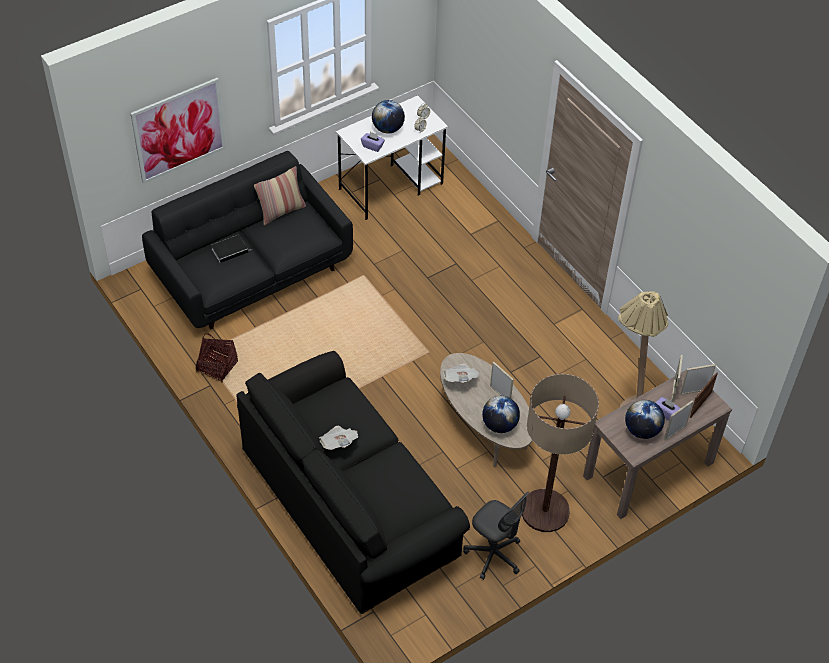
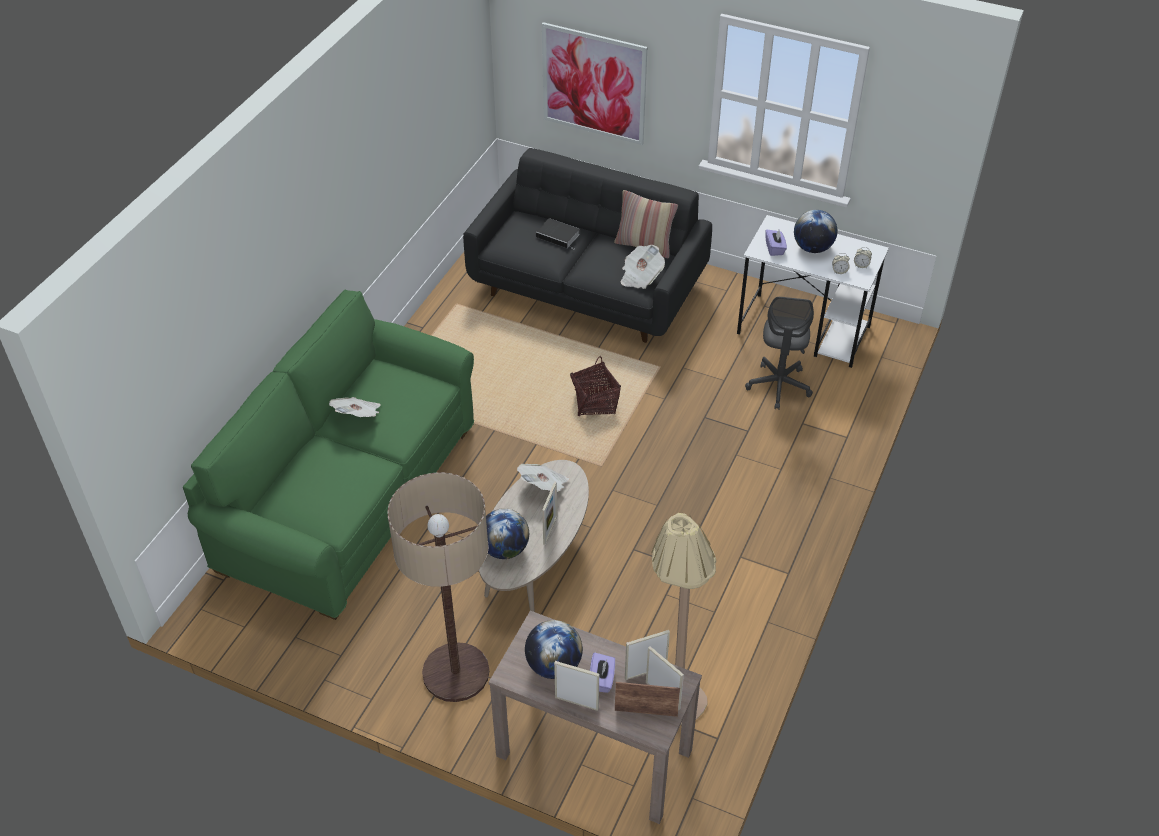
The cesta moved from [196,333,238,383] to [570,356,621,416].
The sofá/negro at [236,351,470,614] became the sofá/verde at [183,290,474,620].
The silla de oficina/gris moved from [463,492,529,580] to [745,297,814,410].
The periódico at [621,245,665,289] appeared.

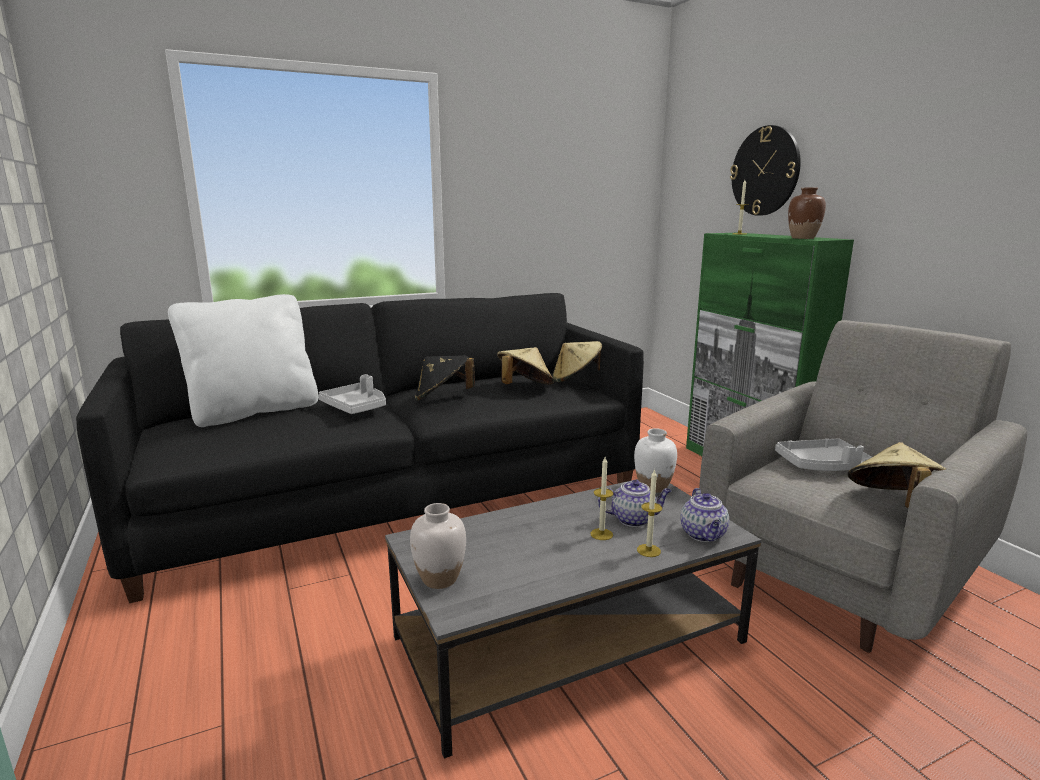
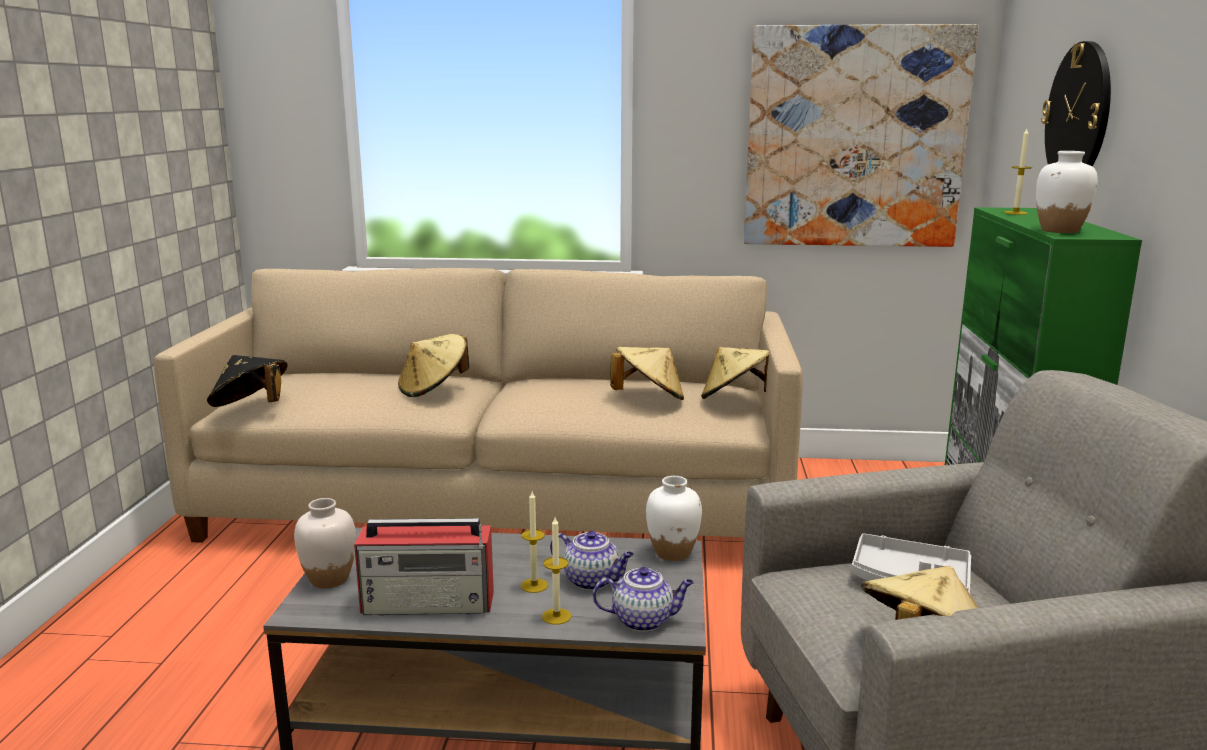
The florero/marrón at [788,188,826,239] became the florero/blanco at [1036,151,1098,233].
The sofá/negro at [76,293,644,603] became the sofá/beis at [154,268,803,543].
The cojín/blanco at [168,294,319,427] disappeared.
The sombrero/negro moved from [415,355,475,401] to [207,355,288,407].
The bandeja/gris at [318,374,386,414] was replaced by the sombrero/beis at [398,334,469,397].
The tetera at [680,488,729,542] turned 120 degrees counterclockwise.
The cuadro at [744,24,979,247] appeared.
The radio at [354,518,494,616] appeared.

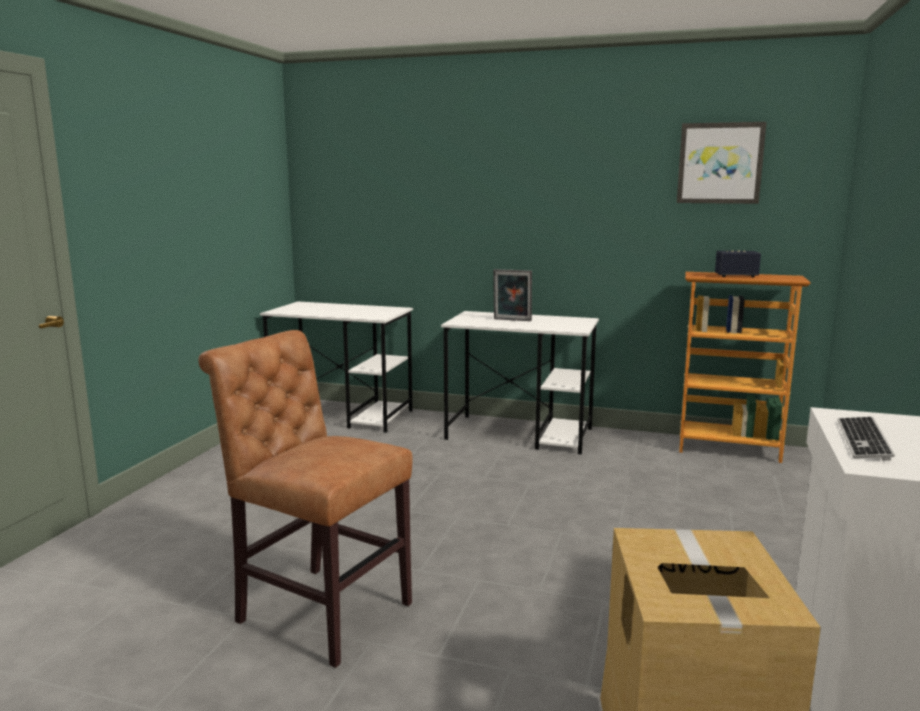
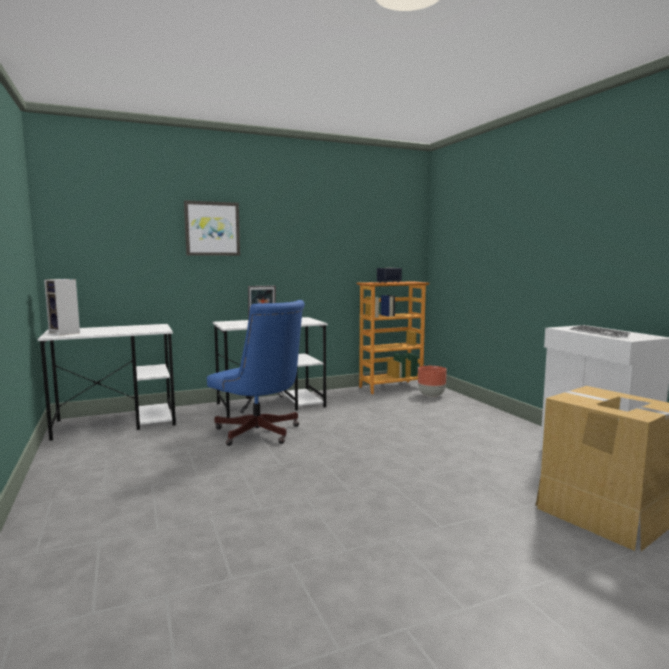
The cuadro moved from [677,122,767,204] to [184,200,240,256].
The silla/marrón at [198,330,413,668] disappeared.
The altavoz at [44,279,80,336] appeared.
The silla de oficina/azul at [207,300,305,446] appeared.
The maceta/marrón at [418,366,447,397] appeared.

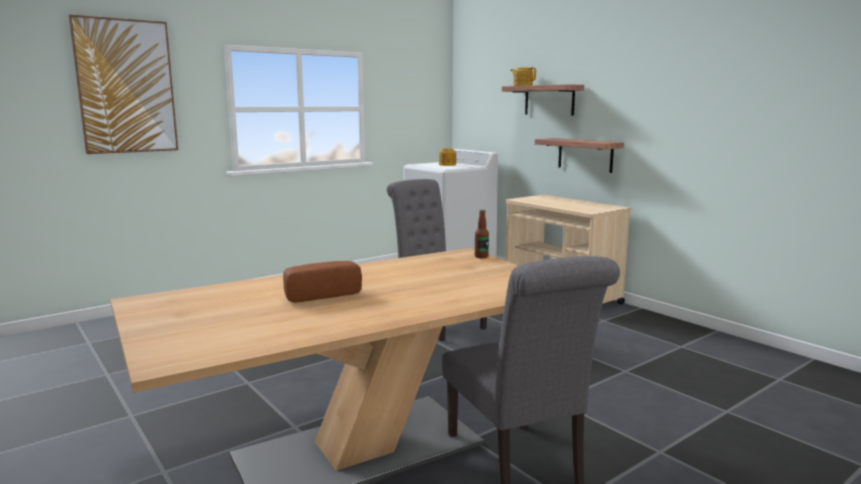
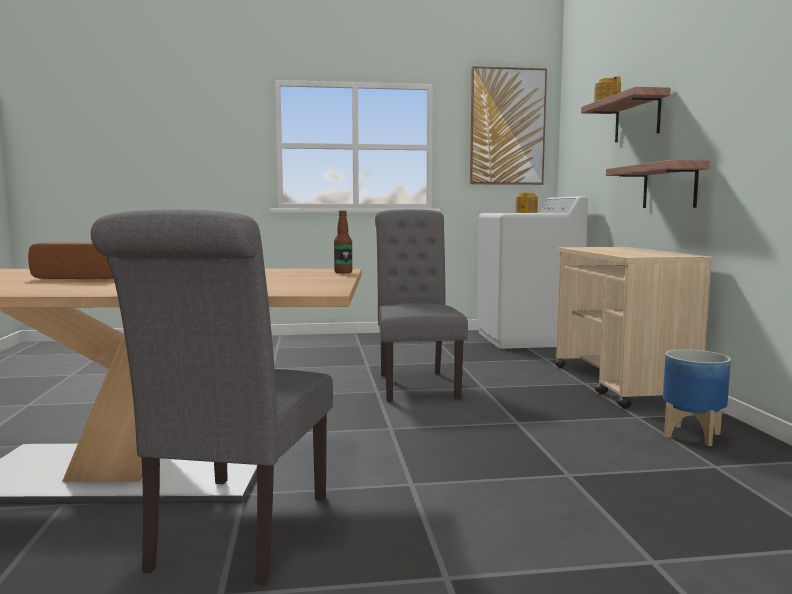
The cuadro moved from [69,15,178,154] to [470,66,547,185].
The maceta at [663,349,731,446] appeared.

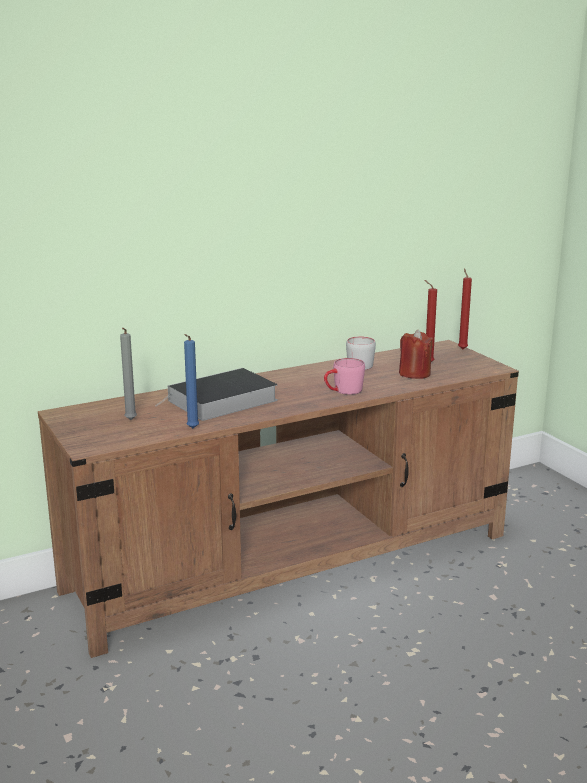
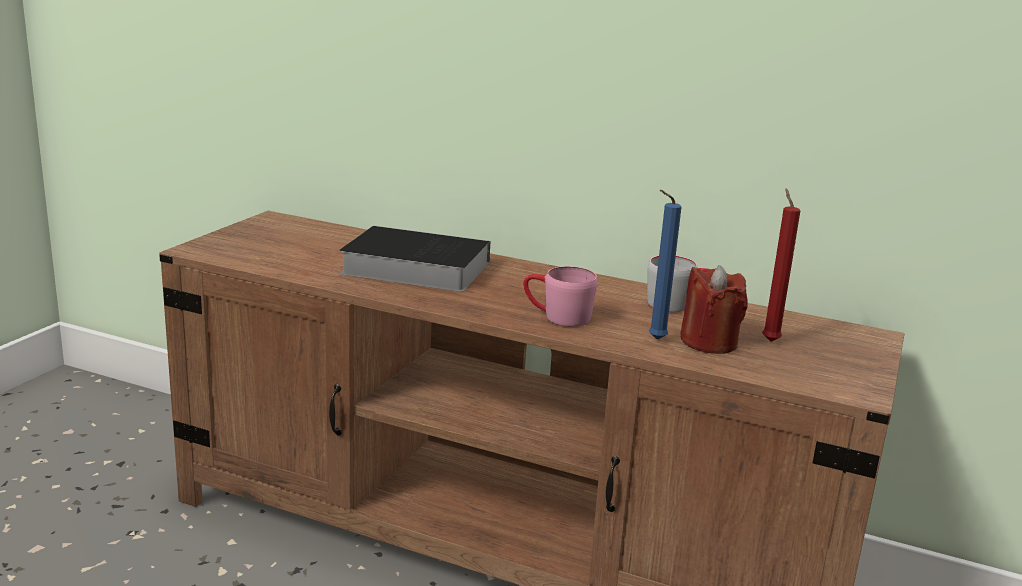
The vela/rojo at [458,268,472,349] disappeared.
The vela/gris at [120,328,137,420] disappeared.
The vela/azul moved from [184,334,199,428] to [649,190,681,340].

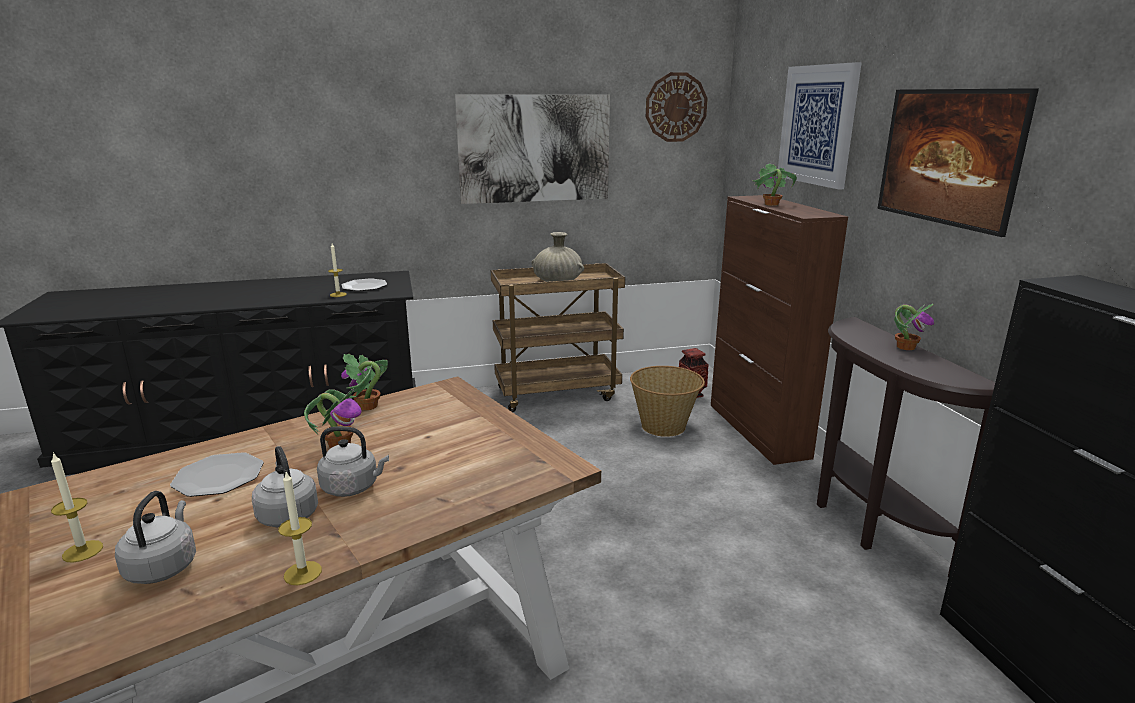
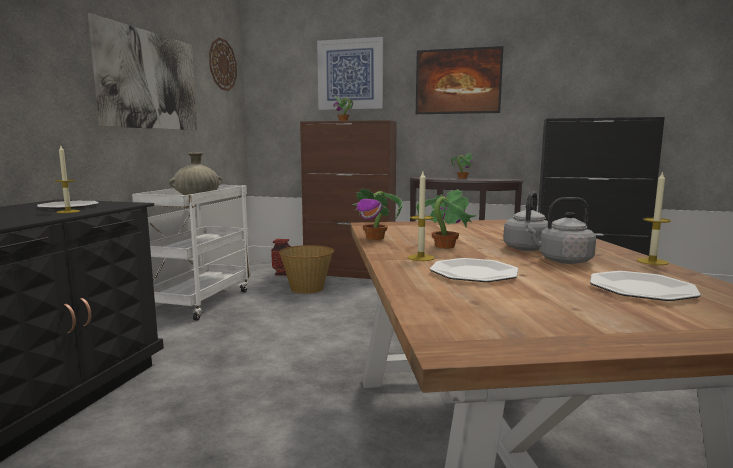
The carrito/marrón at [491,263,625,412] became the carrito/blanco at [132,185,251,321].
The vela moved from [51,452,103,563] to [408,172,434,261].
The hervidor/gris at [115,491,196,584] was replaced by the plato at [590,271,701,301].

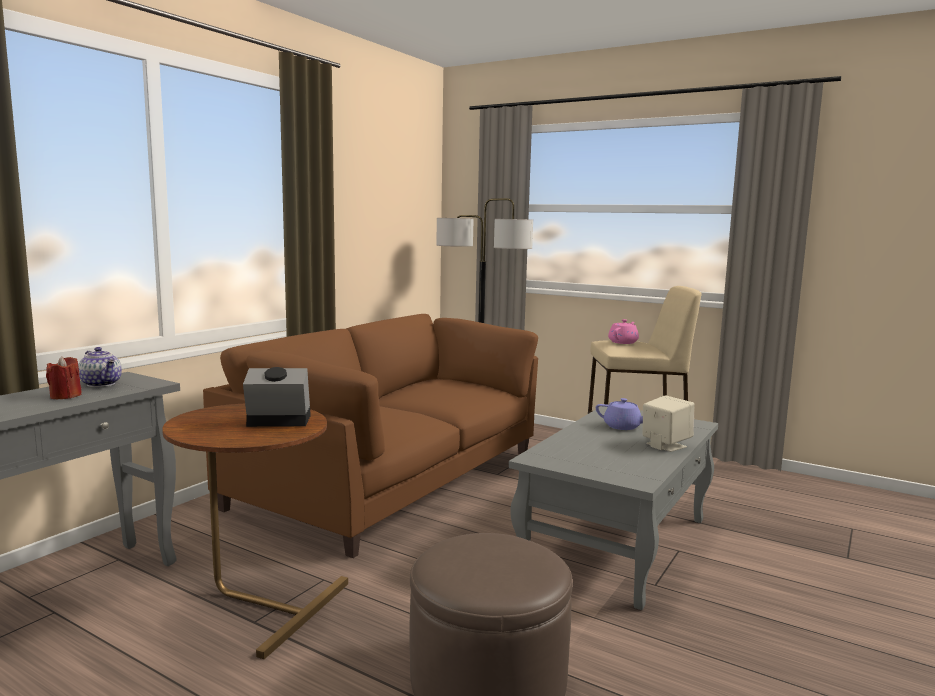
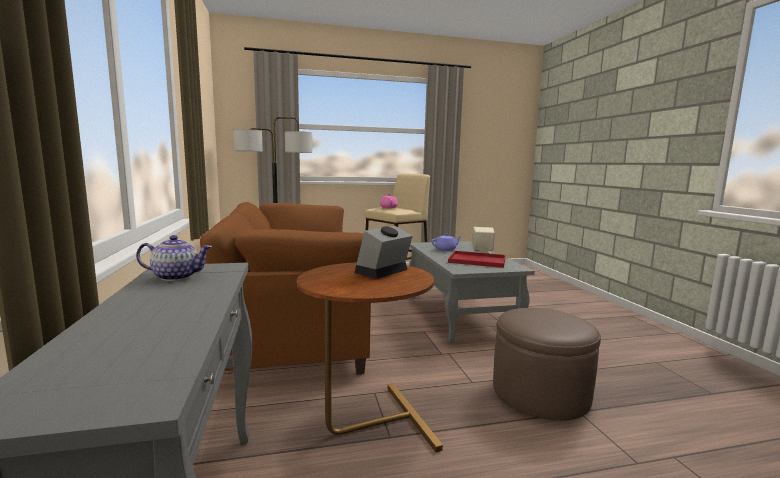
The vela/rojo at [46,356,82,399] disappeared.
The bandeja/rojo at [448,251,506,268] appeared.

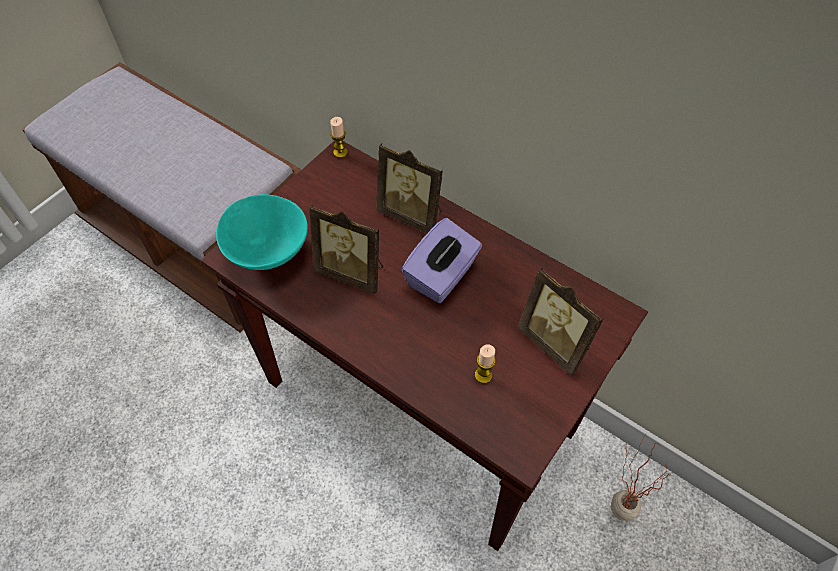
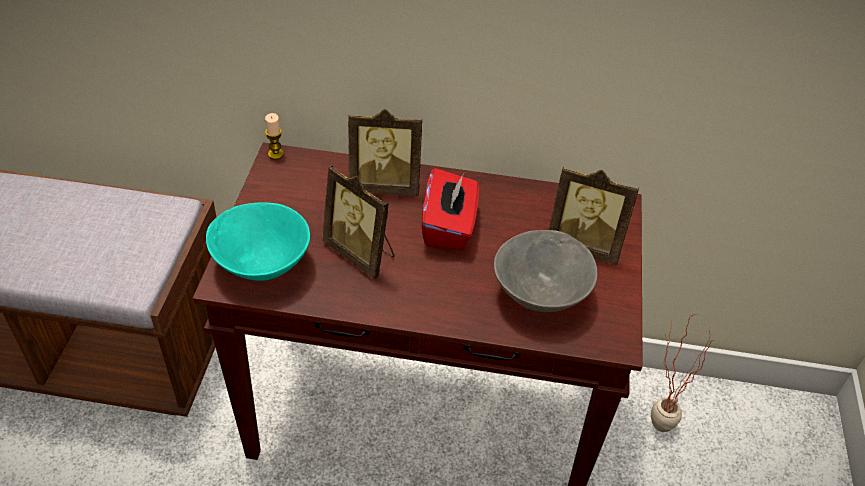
The portarretratos at [309,205,383,294] turned 45 degrees clockwise.
The caja de pañuelos/morado at [401,218,482,303] became the caja de pañuelos/rojo at [421,168,479,250].
The vela at [475,345,495,384] was replaced by the cuenco/gris at [494,230,598,312].

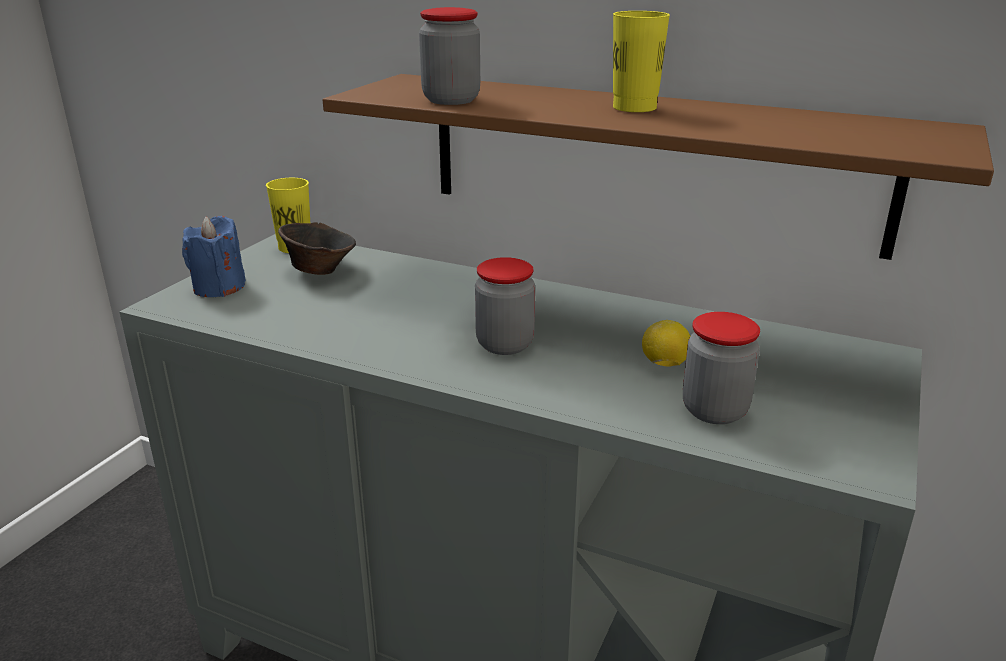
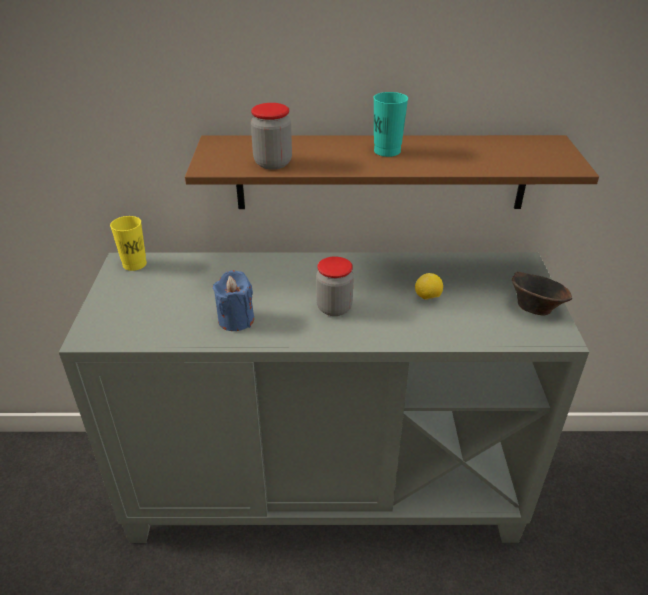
The taza/amarillo at [613,11,670,112] became the taza/turquesa at [373,92,408,157].
The vela/azul moved from [182,216,246,297] to [213,270,254,331].
The cuenco/marrón moved from [278,222,356,275] to [512,272,572,315].
The tarro at [683,312,760,424] disappeared.

